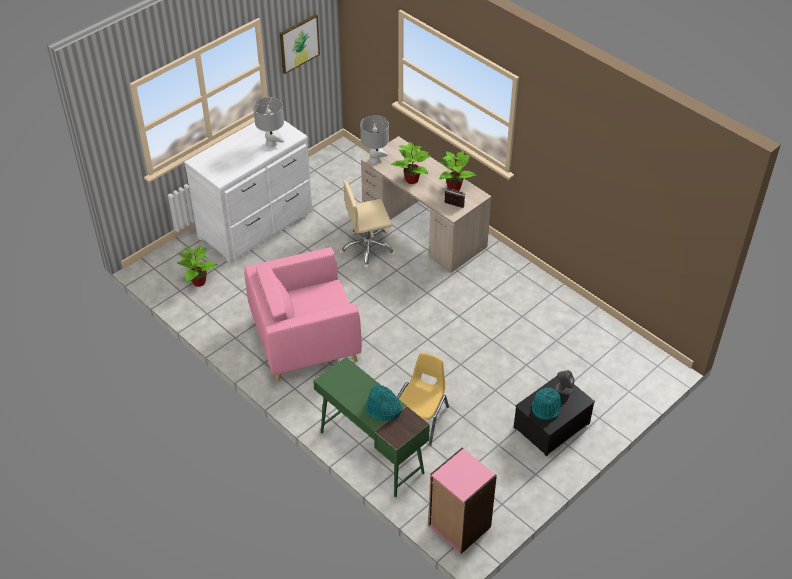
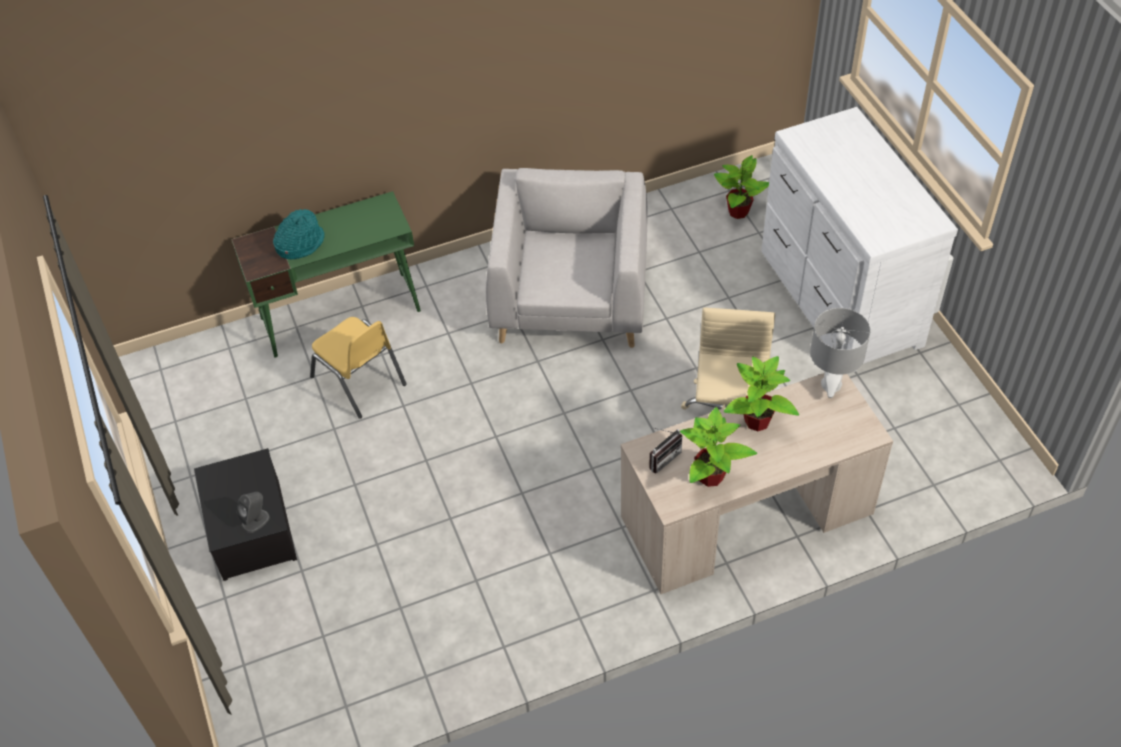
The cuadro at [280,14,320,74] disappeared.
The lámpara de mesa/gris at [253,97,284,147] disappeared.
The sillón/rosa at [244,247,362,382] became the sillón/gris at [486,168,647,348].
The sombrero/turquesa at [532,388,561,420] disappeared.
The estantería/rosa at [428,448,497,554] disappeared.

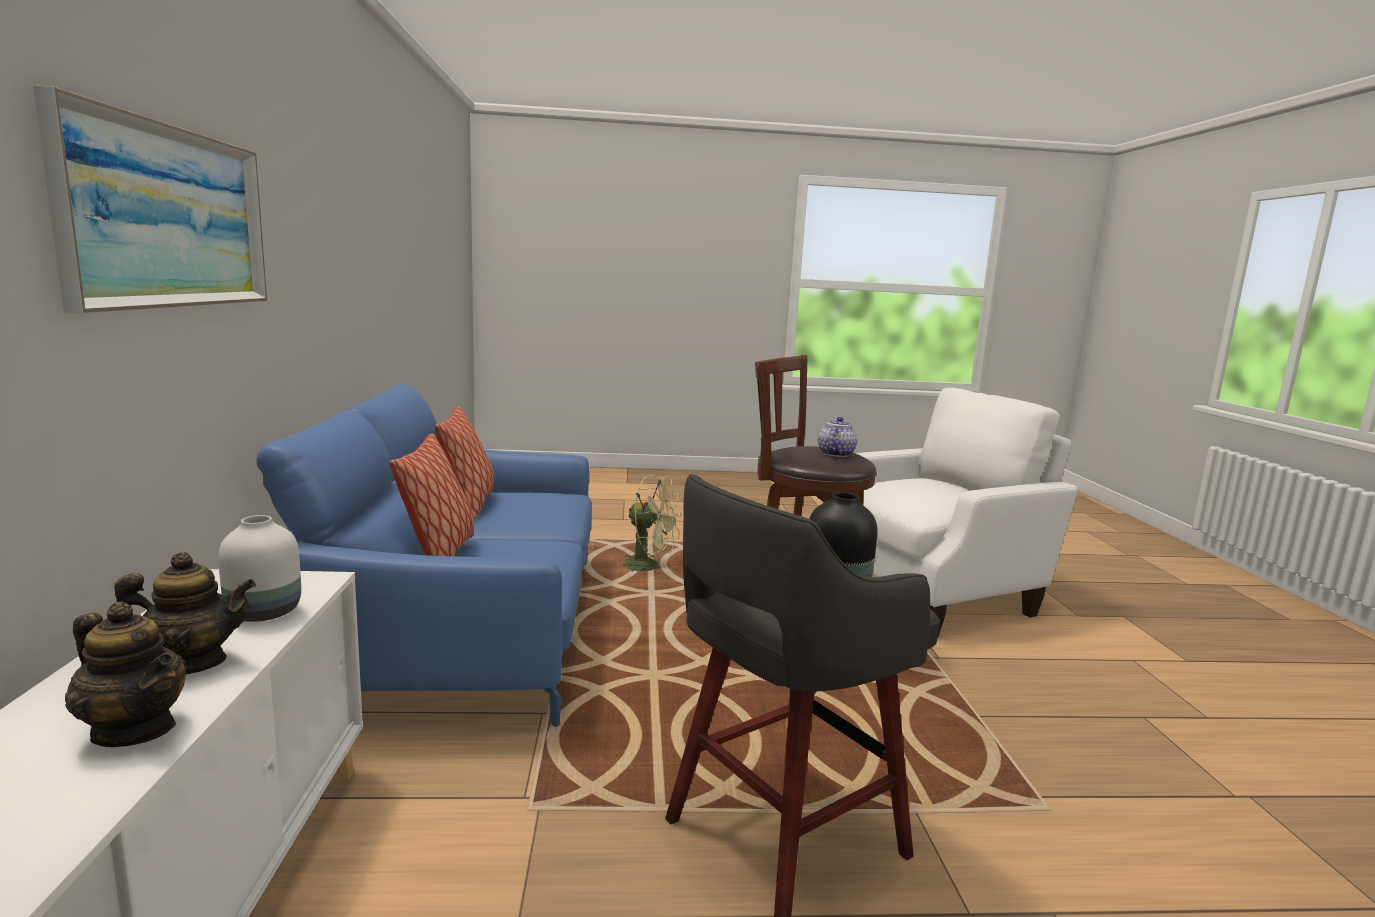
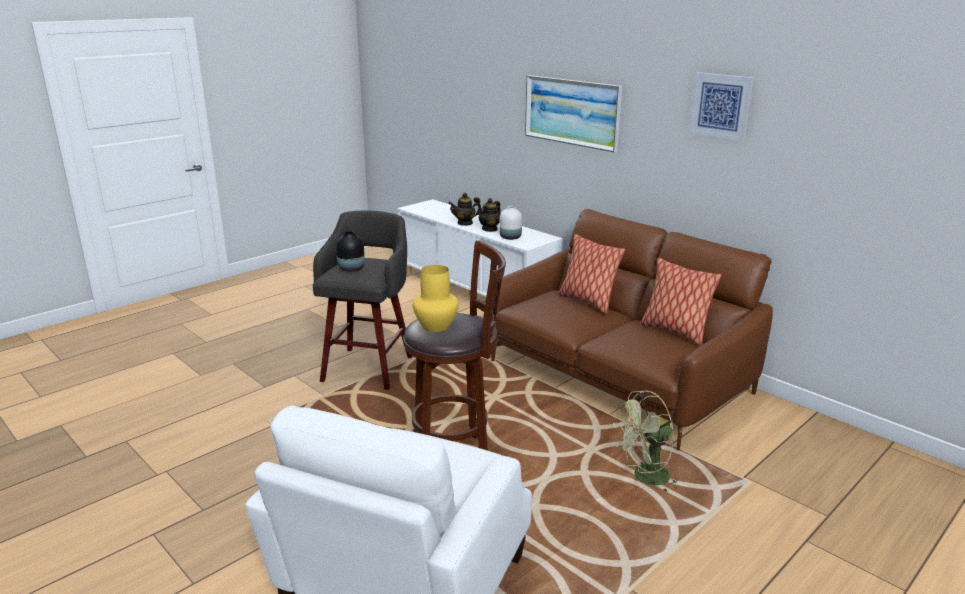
The sofá/azul at [256,384,592,727] became the sofá/marrón at [491,209,773,450].
The tetera at [818,417,857,457] was replaced by the florero/amarillo at [412,265,459,332].
The cuadro at [689,72,754,141] appeared.

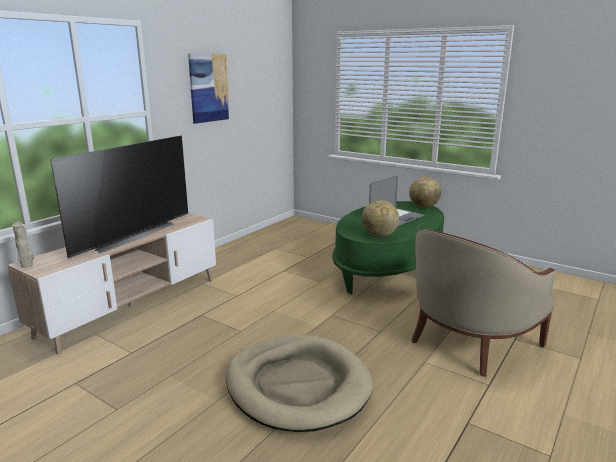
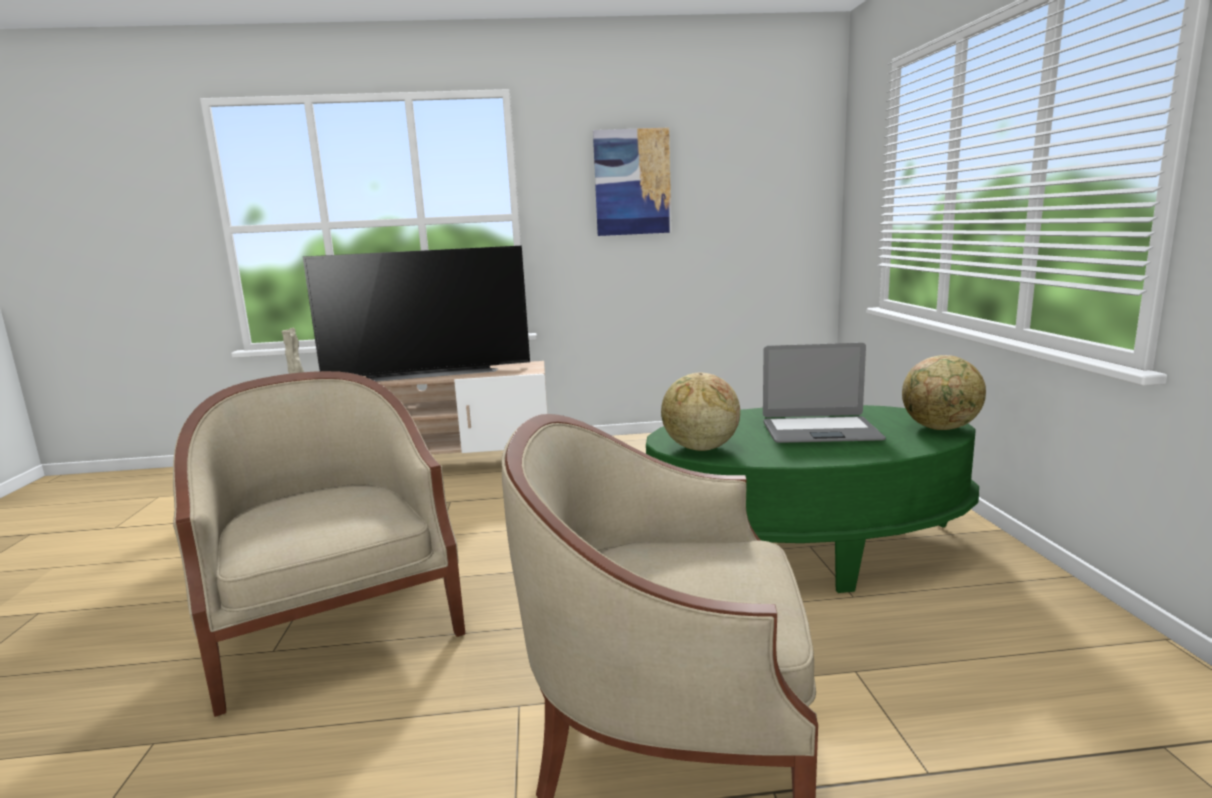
The cama para perro/beis at [226,335,373,432] was replaced by the sillón/beis at [173,371,465,717].

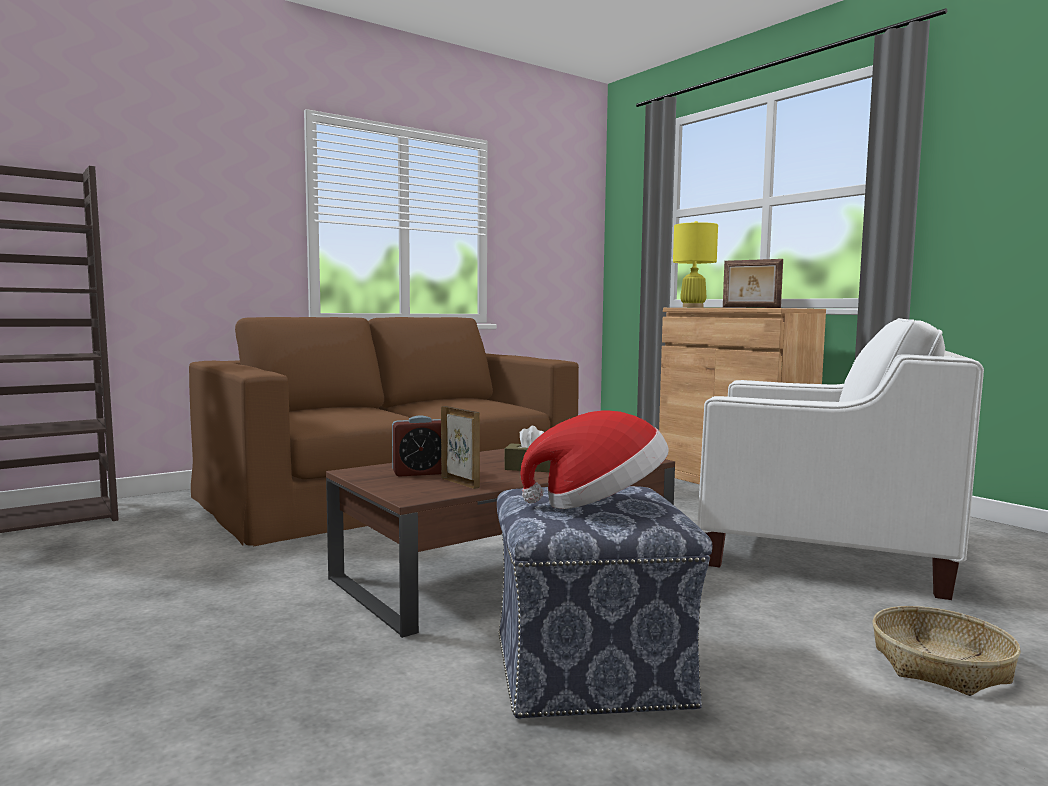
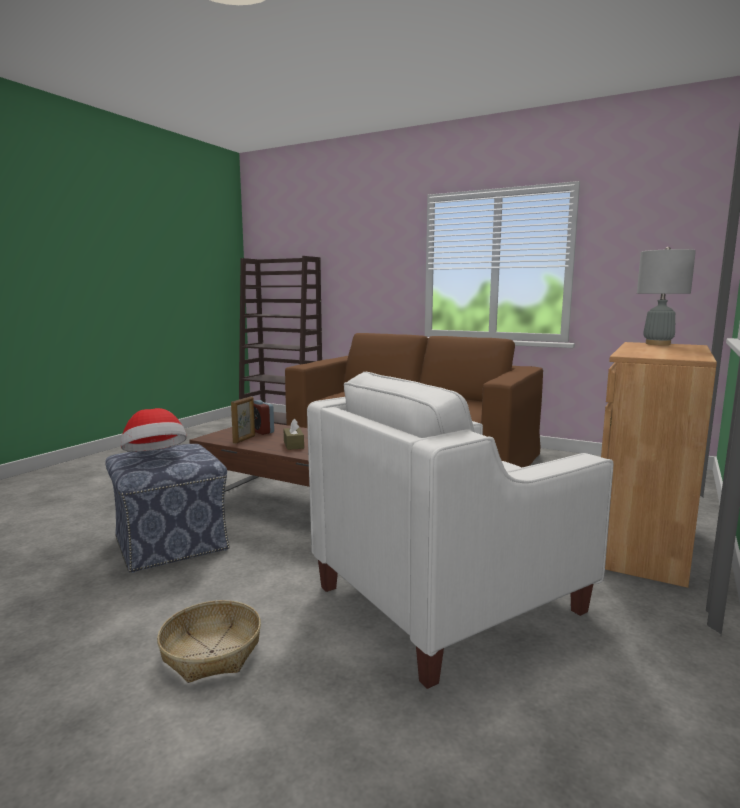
The lámpara de mesa/amarillo at [673,221,718,308] became the lámpara de mesa/gris at [637,247,696,345].
The portarretratos at [723,259,783,308] disappeared.
The sillón/blanco at [697,318,984,600] turned 60 degrees clockwise.

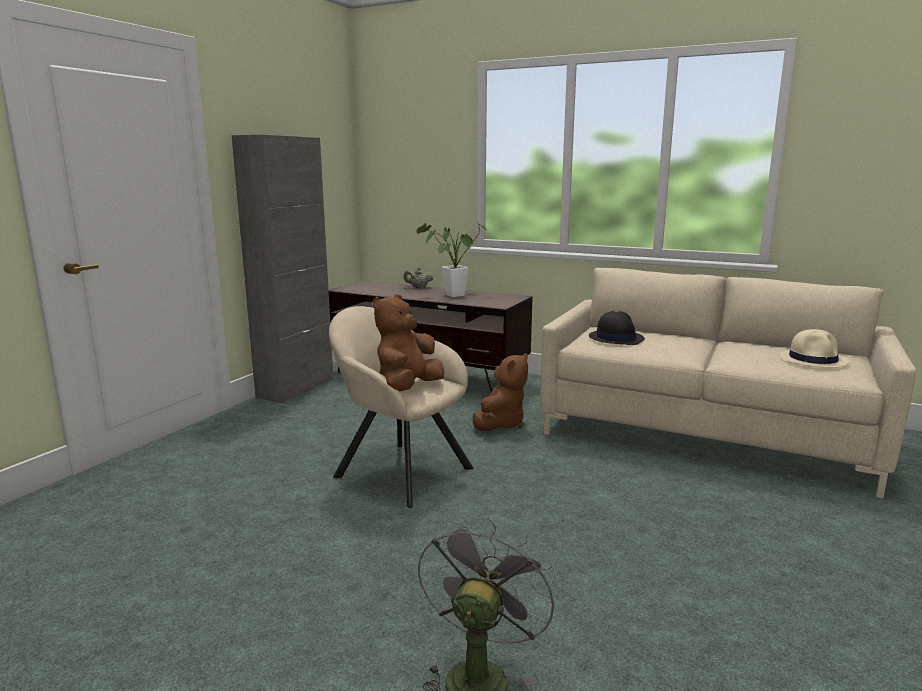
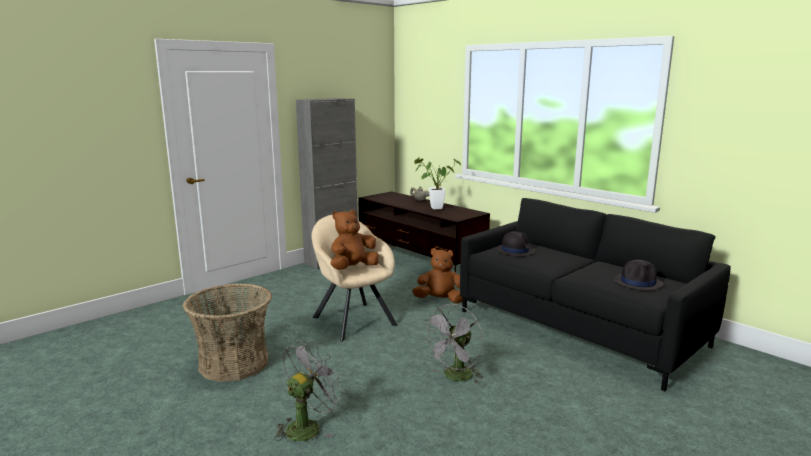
The sofá/beis at [541,268,916,498] became the sofá/negro at [460,198,731,391].
The sombrero/beis at [779,329,849,368] became the sombrero/negro at [614,260,663,290].
The peluche/marrón at [472,353,528,431] turned 135 degrees counterclockwise.
The cesta at [183,283,272,382] appeared.
The ventilador/gris at [423,304,483,383] appeared.

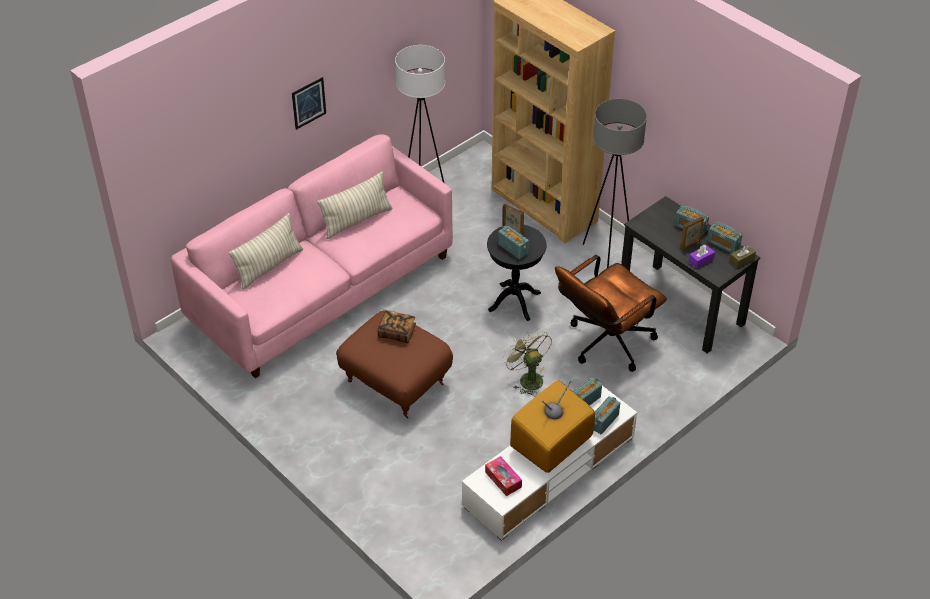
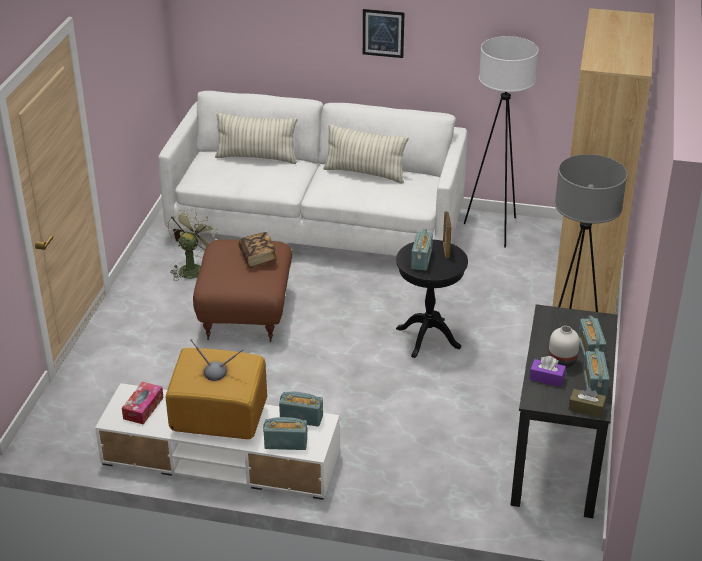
The sofá/rosa at [171,134,453,378] became the sofá/blanco at [158,91,467,256].
The portarretratos at [680,216,704,249] was replaced by the florero/blanco at [548,326,580,368].
The silla de oficina/marrón at [555,255,667,372] disappeared.
The ventilador/verde moved from [502,328,552,396] to [168,209,218,281].

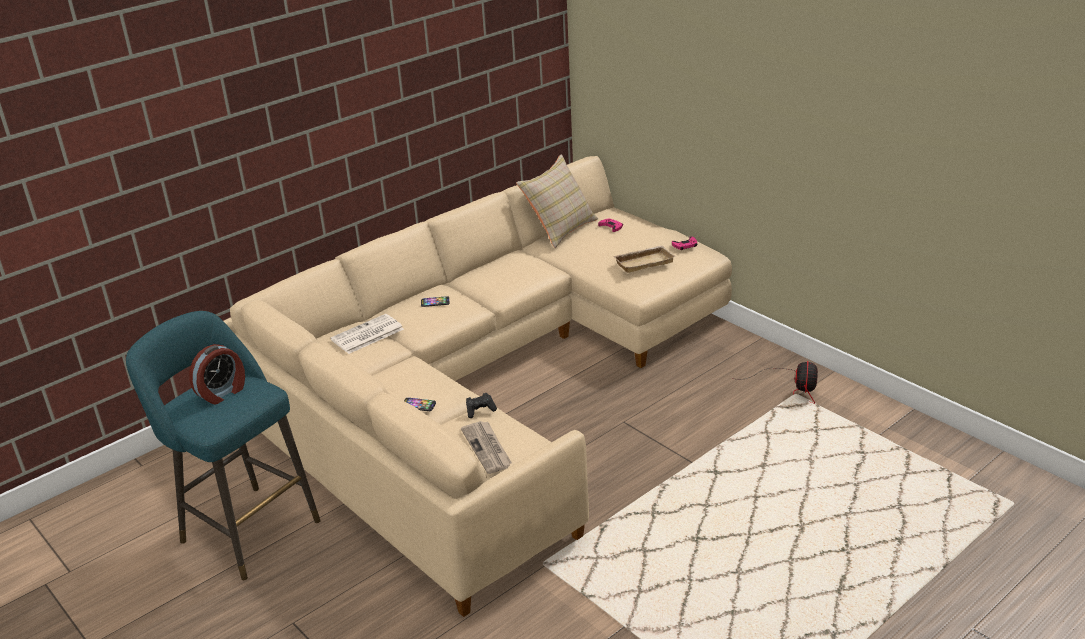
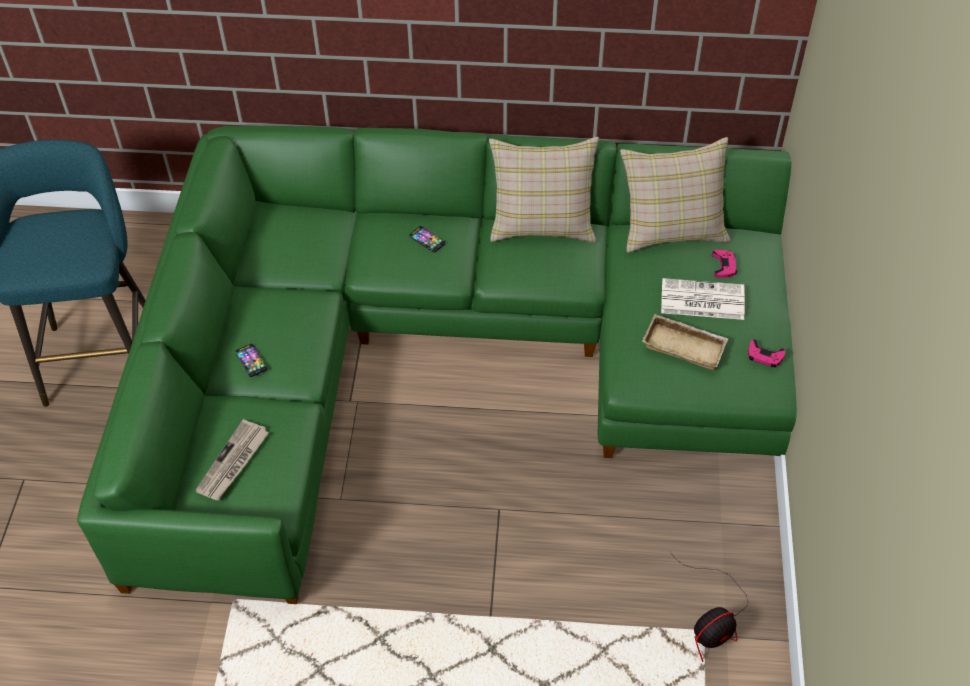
The sofá/beis at [224,156,732,617] became the sofá/verde at [77,126,797,604].
The periódico moved from [330,314,404,354] to [661,278,745,320].
The despertador at [189,344,245,405] disappeared.
The mando de consola/negro at [466,393,497,418] disappeared.
The cojín/beis at [489,137,599,242] appeared.

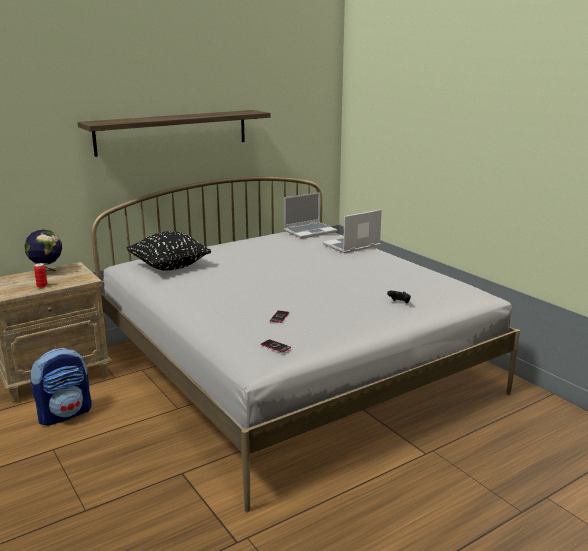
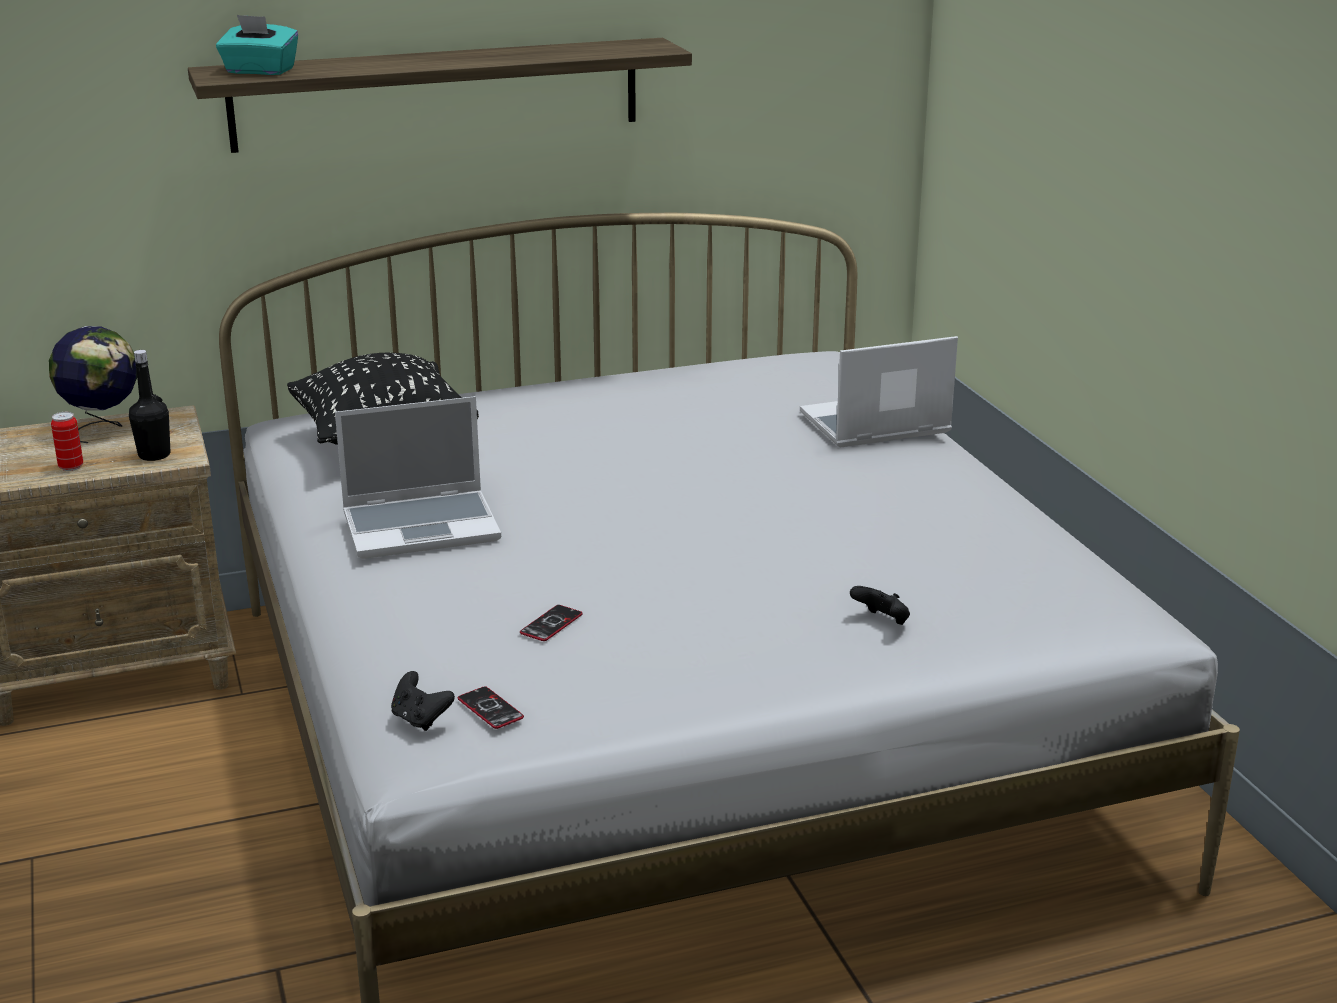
The portátil moved from [284,192,337,239] to [335,396,501,559].
The mochila at [31,348,92,426] disappeared.
The caja de pañuelos/turquesa at [216,15,298,75] appeared.
The botella/negro at [129,350,170,461] appeared.
The mando de consola/negro at [391,671,455,731] appeared.

